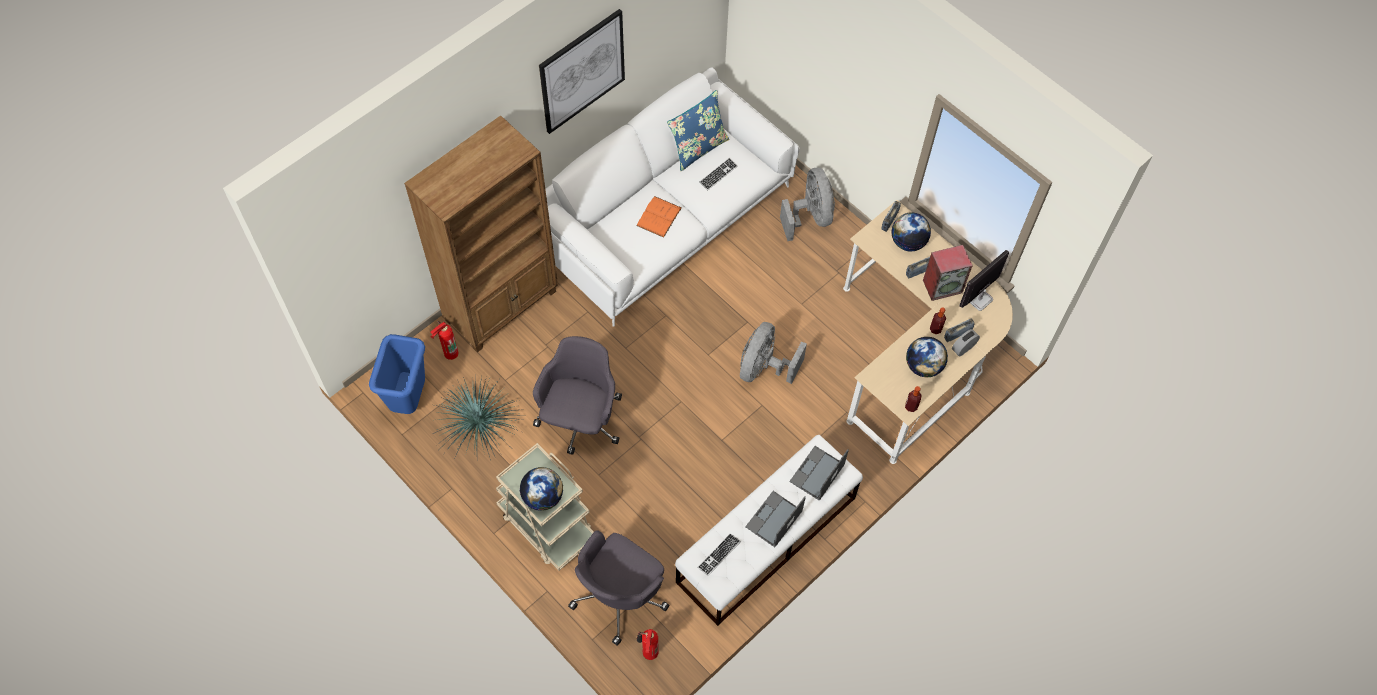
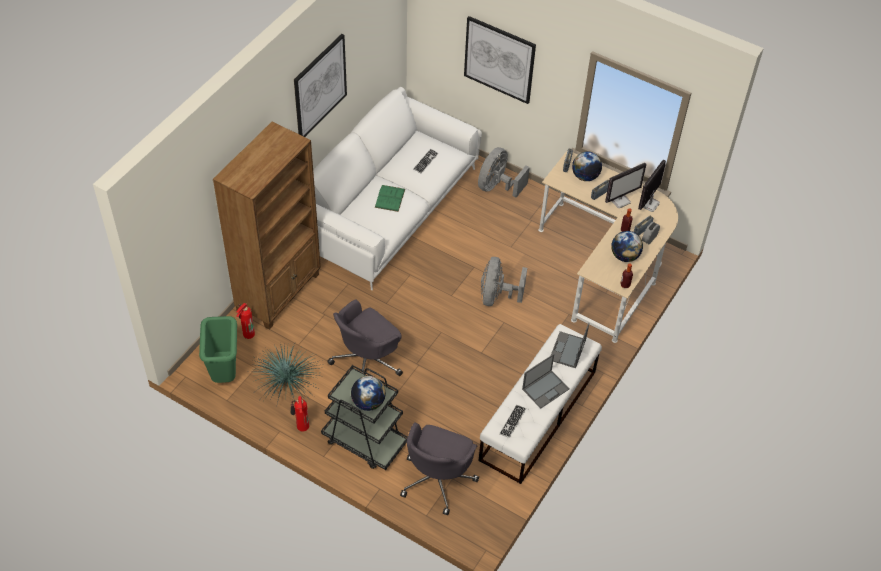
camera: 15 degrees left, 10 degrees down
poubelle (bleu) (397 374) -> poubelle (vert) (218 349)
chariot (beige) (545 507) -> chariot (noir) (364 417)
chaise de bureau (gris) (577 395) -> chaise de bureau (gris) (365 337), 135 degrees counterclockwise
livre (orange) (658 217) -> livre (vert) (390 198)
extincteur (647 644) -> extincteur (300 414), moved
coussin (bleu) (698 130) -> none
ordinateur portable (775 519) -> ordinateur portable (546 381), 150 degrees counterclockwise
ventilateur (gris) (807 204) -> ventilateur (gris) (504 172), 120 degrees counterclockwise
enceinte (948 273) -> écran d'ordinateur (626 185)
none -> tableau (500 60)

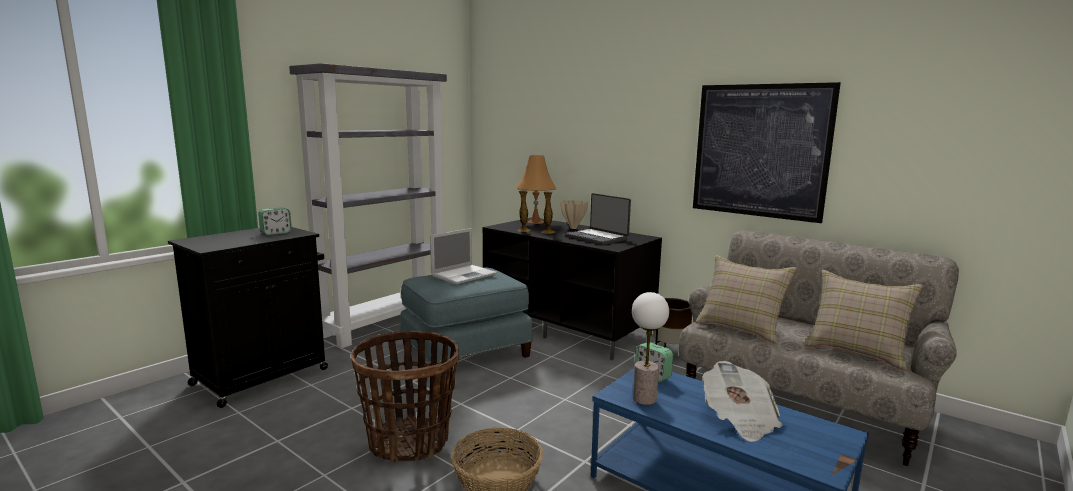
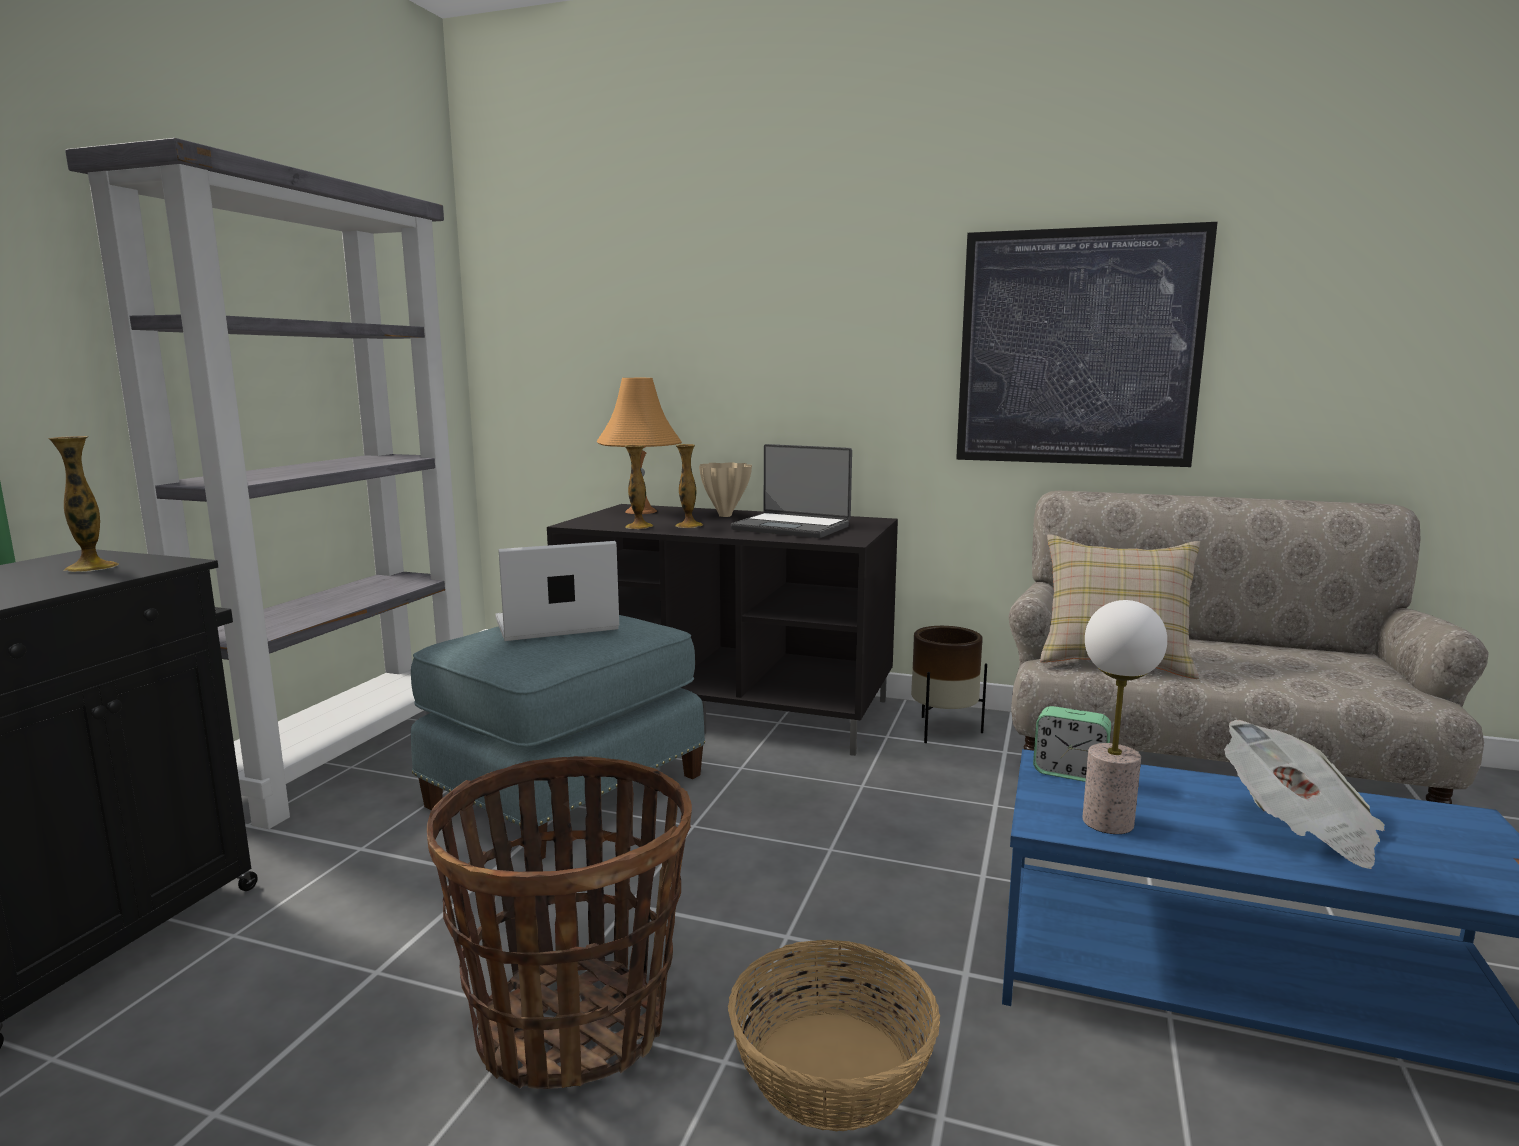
camera: 20 degrees left, 0 degrees up
réveil (275 221) -> vase (83 504)
ordinateur portable (463 256) -> ordinateur portable (557 591), 135 degrees counterclockwise
coussin (beige) (864 320) -> none

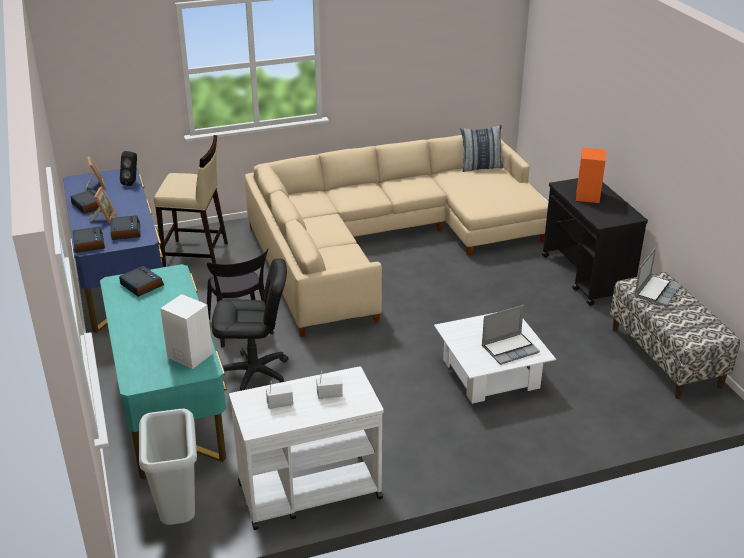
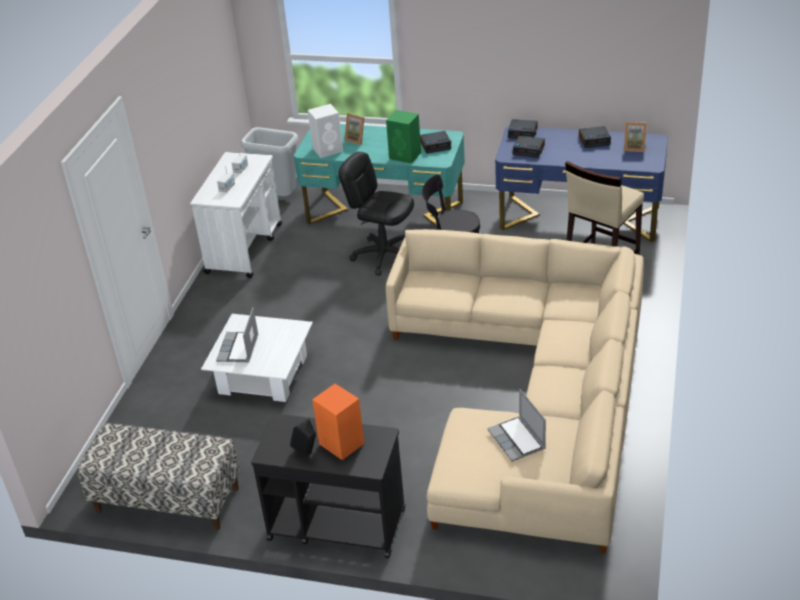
camera: 125 degrees right, 5 degrees up
cadre photo (103 204) -> cadre photo (354 129), moved
enceinte (noir) (128 168) -> enceinte (noir) (303 437), moved
chaise de bureau (noir) (250 324) -> chaise de bureau (noir) (376 213), 90 degrees clockwise
coussin (481 148) -> none
ordinateur portable (658 277) -> ordinateur portable (516 425), moved
none -> enceinte (vert) (403 137)

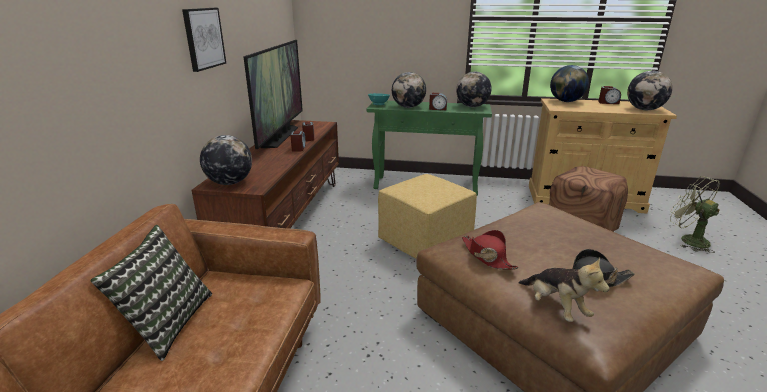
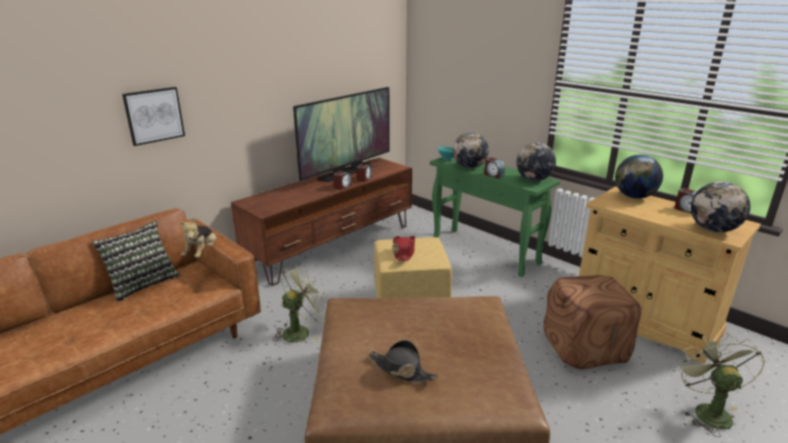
camera: 35 degrees right, 0 degrees up
tableau (204 40) -> tableau (153 116), moved
globe (226 160) -> none
chapeau (rouge) (490 250) -> chapeau (rouge) (404 248), moved
peluche (564 290) -> peluche (198 238), moved
none -> ventilateur (vert) (300 303)

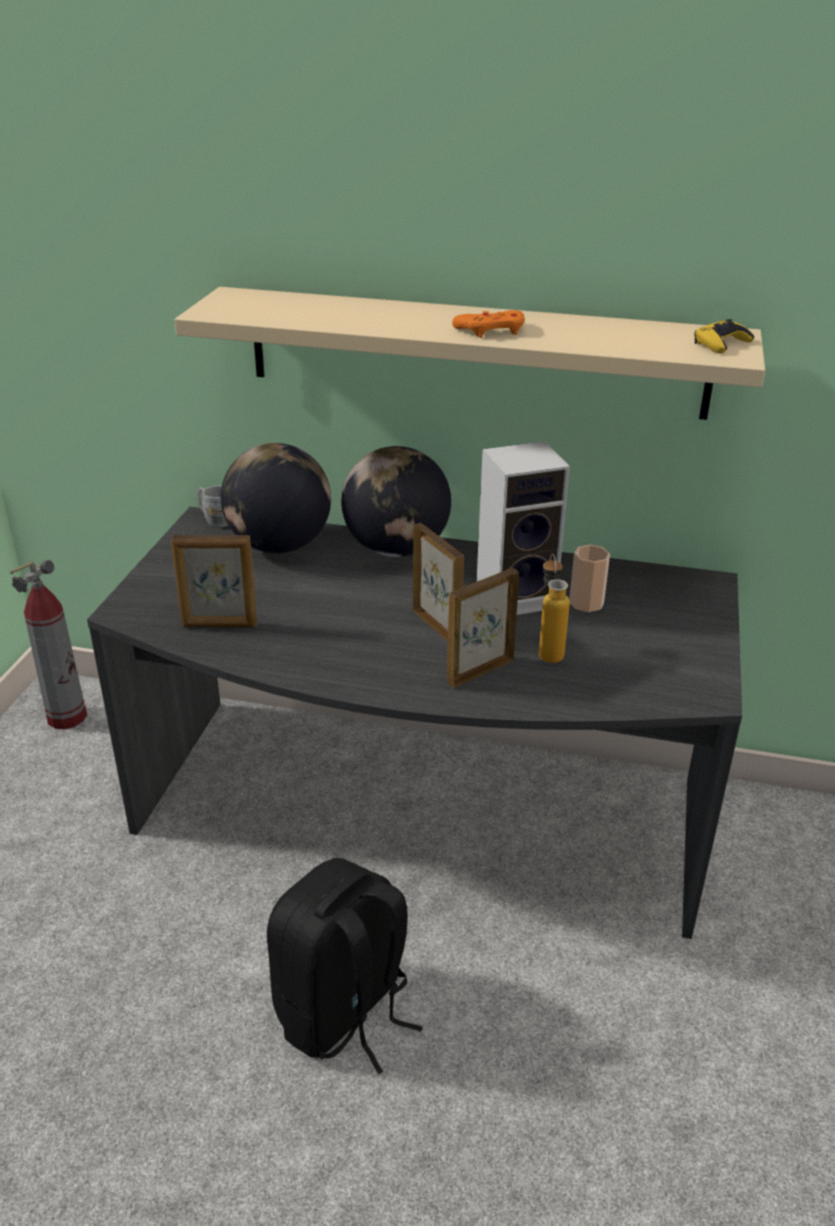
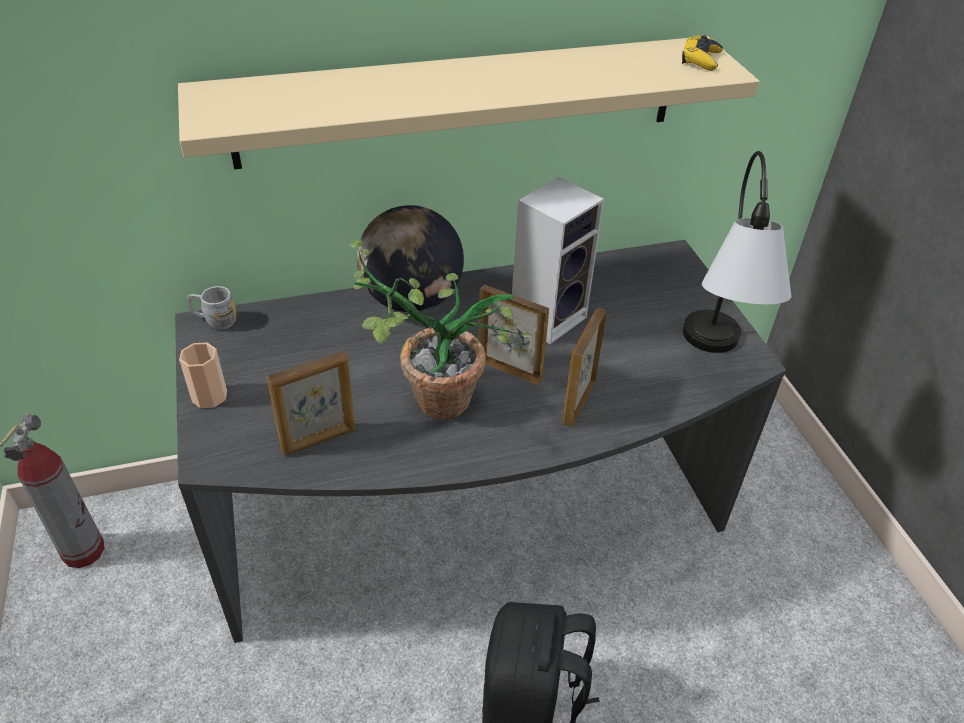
camera: 30 degrees left, 10 degrees up
globe (276 498) -> none
manette (orange) (488 324) -> none
bouteille (554 608) -> none
tasse (589 578) -> tasse (203 375), moved
none -> plante en pot (441 330)
none -> lampe de table (737 252)

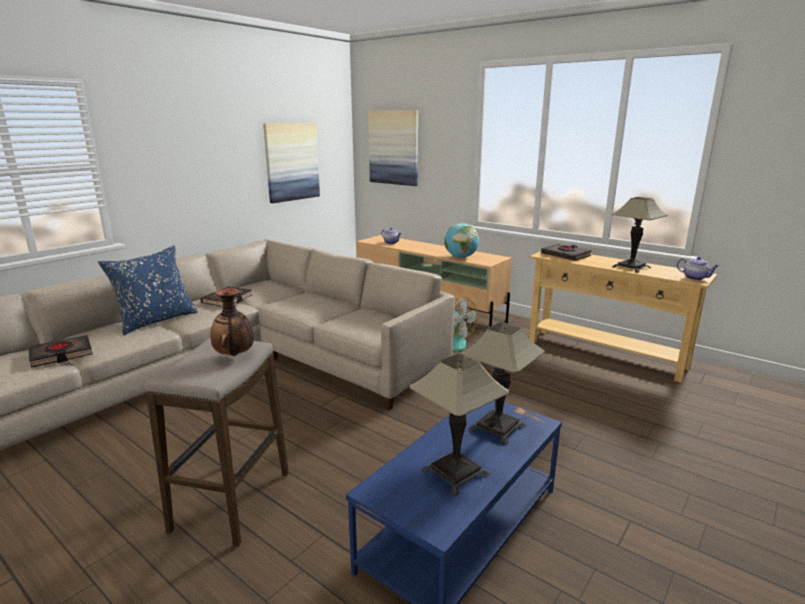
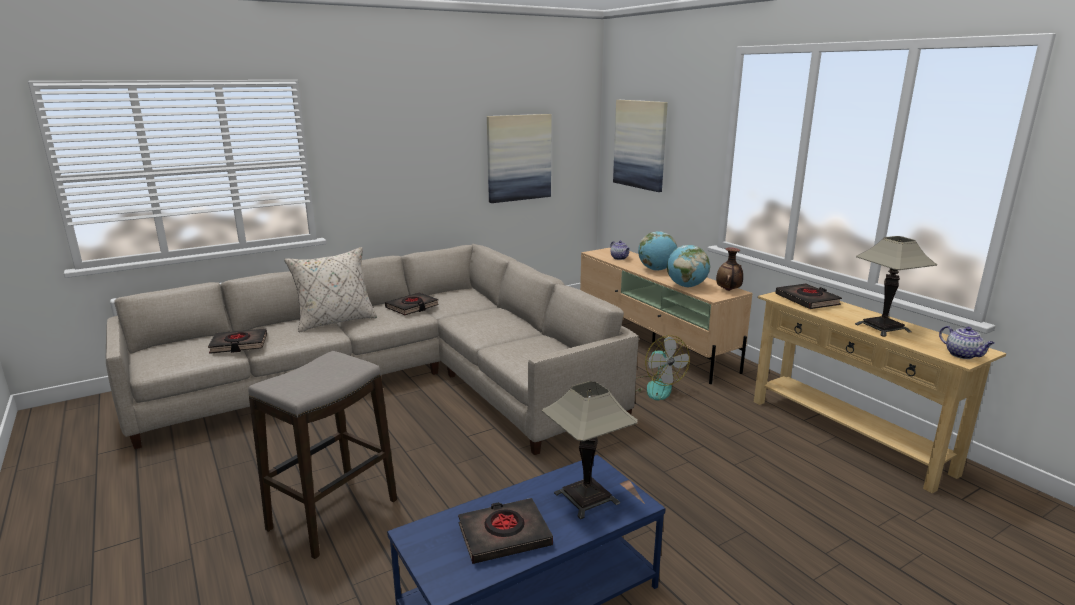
camera: 20 degrees right, 0 degrees up
coussin (bleu) (148 290) -> coussin (beige) (330 290)
vase (232 322) -> vase (729 269), moved
lampe de table (459 425) -> livre (noir) (505 531)
none -> globe (657 251)

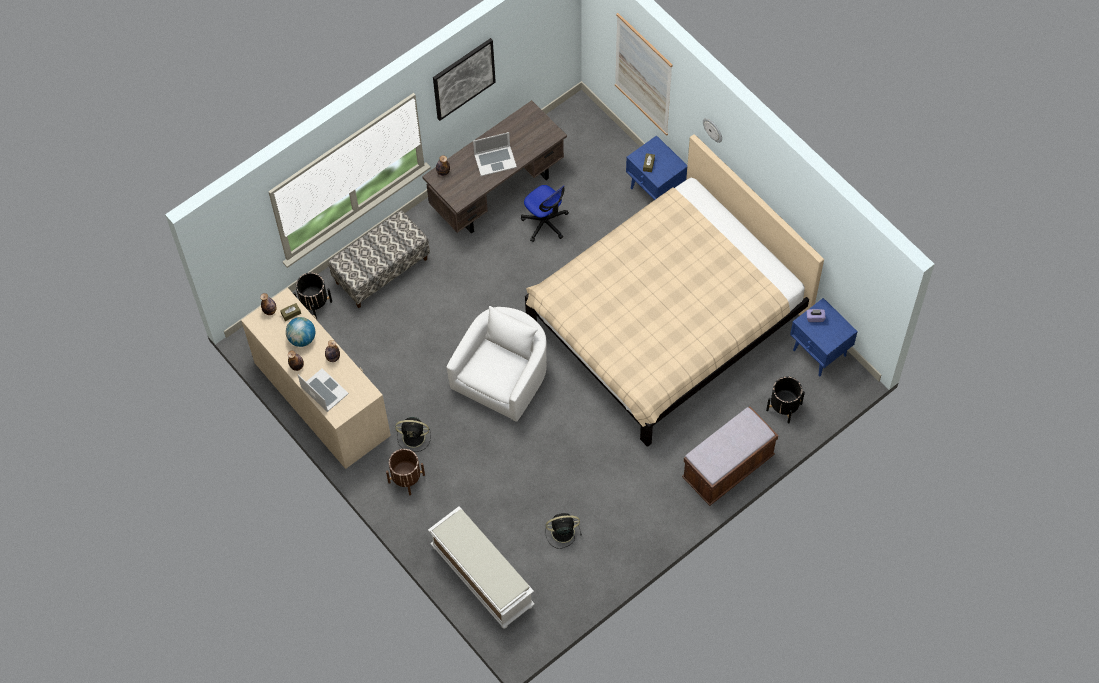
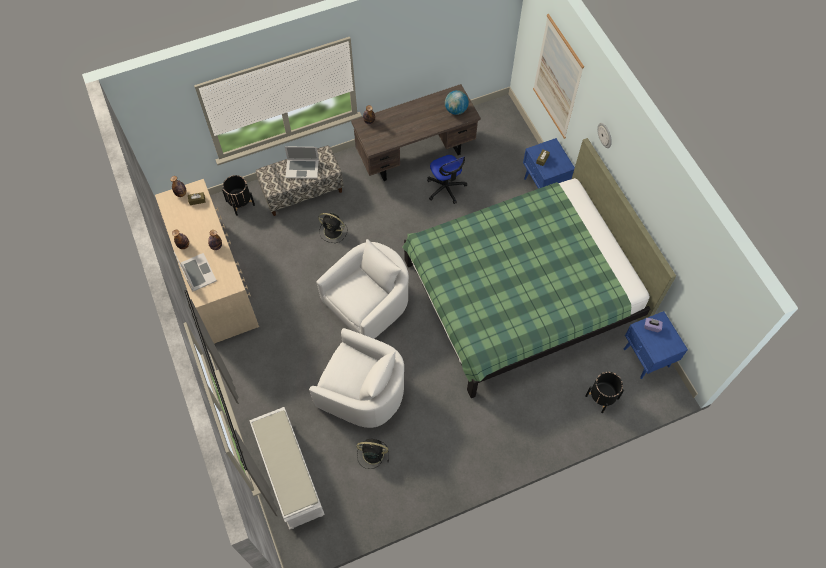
camera: 15 degrees right, 0 degrees up
globe (300 332) -> globe (457 102), moved
cache-pot (marron) (405 472) -> none
ventilateur (noir) (413 434) -> ventilateur (noir) (332 228), moved
tableau (464 79) -> none
ordinateur portable (495 154) -> ordinateur portable (302 162), moved
lit (beige) (674 290) -> lit (vert) (539 268)
banc (marron) (730 456) -> none
none -> fauteuil (blanc) (356 378)

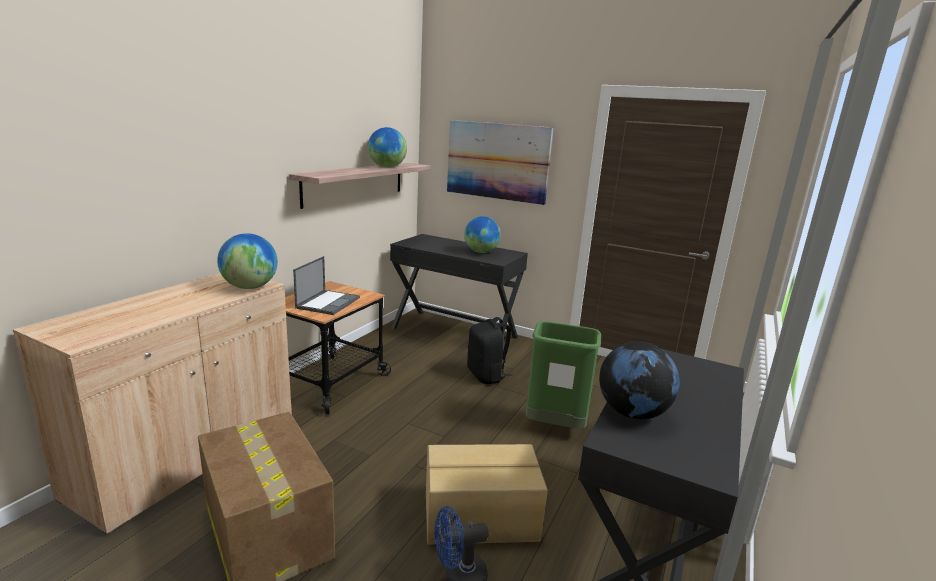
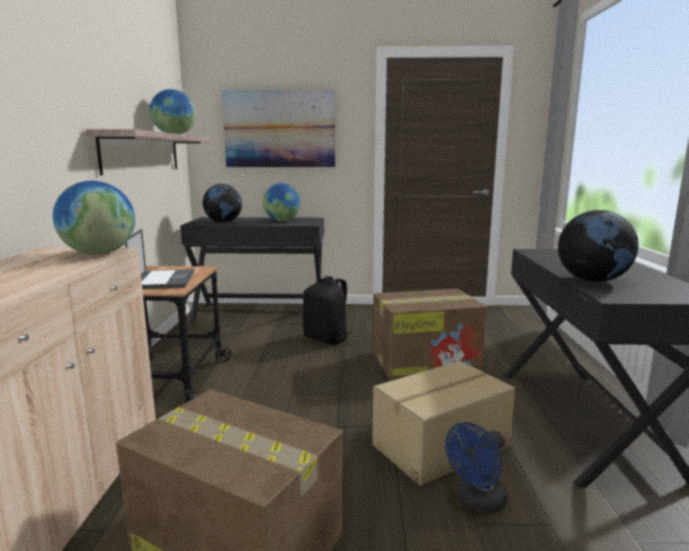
camera: 25 degrees left, 5 degrees down
poubelle (vert) (563 375) -> carton (429 334)
none -> globe (222 203)

